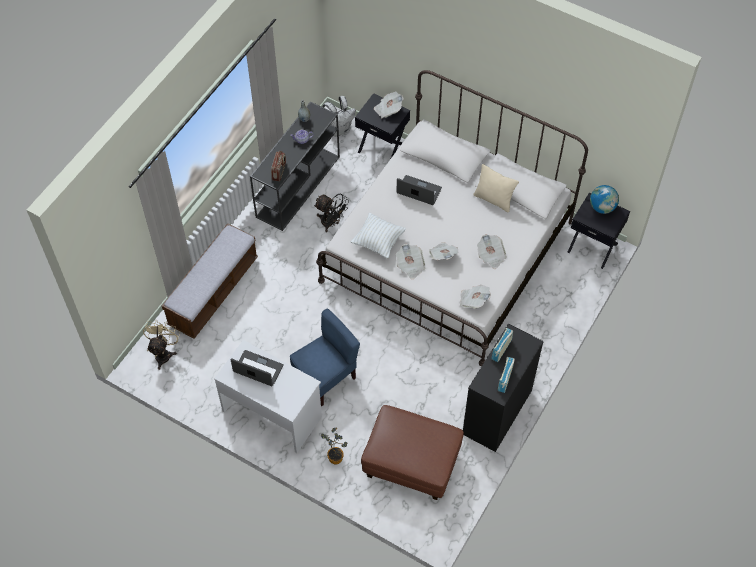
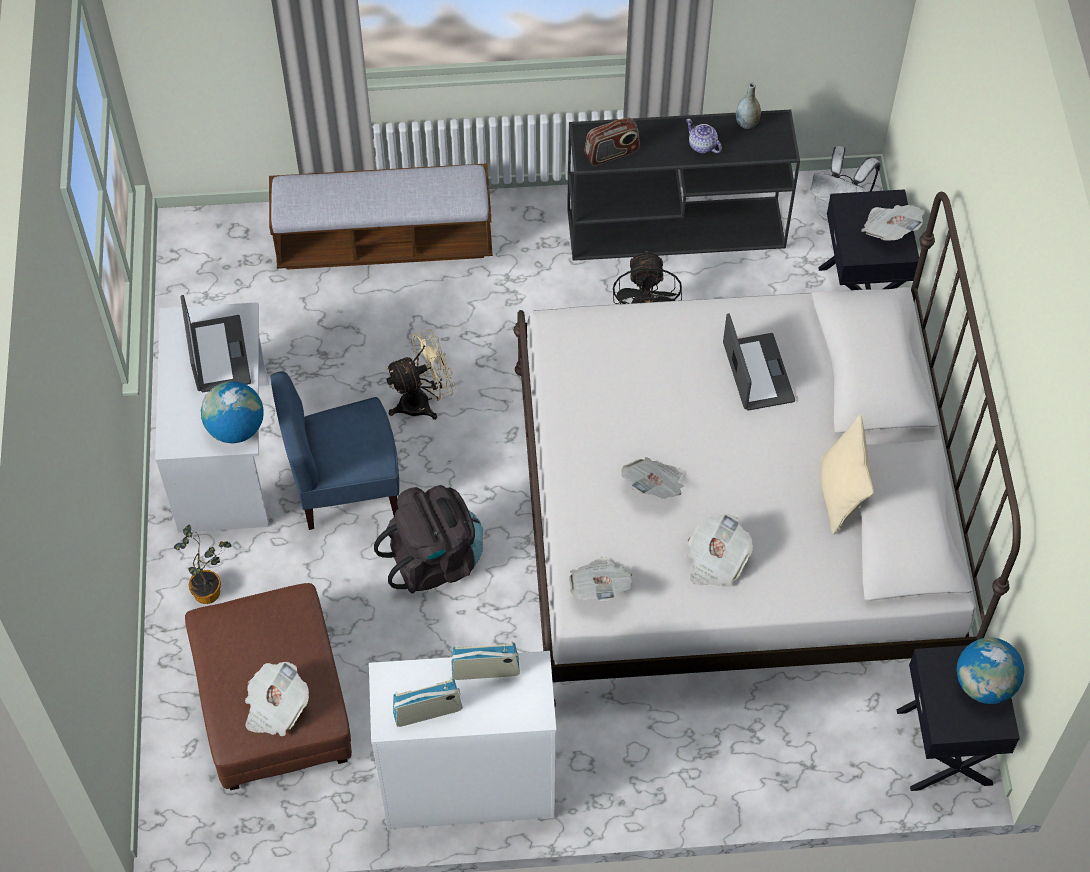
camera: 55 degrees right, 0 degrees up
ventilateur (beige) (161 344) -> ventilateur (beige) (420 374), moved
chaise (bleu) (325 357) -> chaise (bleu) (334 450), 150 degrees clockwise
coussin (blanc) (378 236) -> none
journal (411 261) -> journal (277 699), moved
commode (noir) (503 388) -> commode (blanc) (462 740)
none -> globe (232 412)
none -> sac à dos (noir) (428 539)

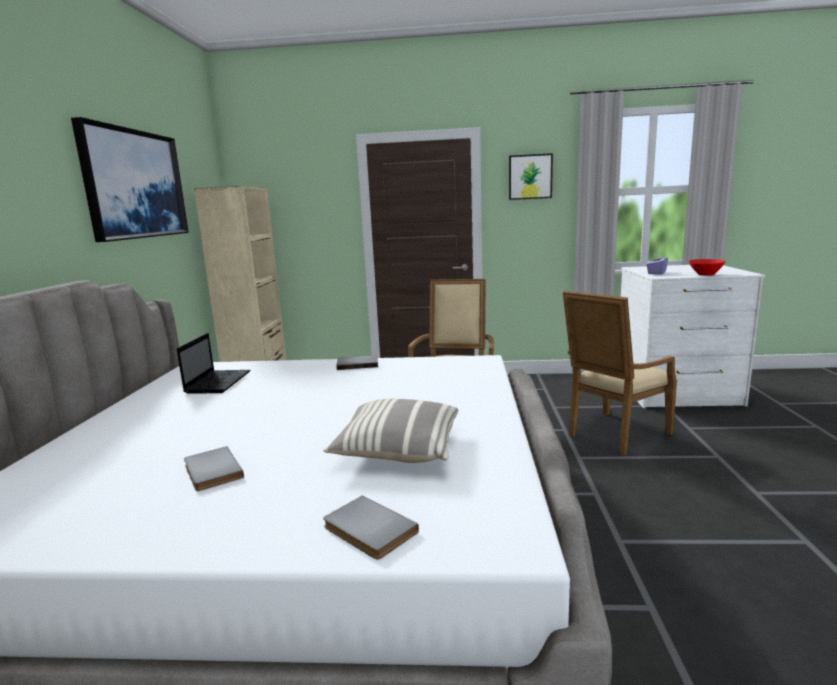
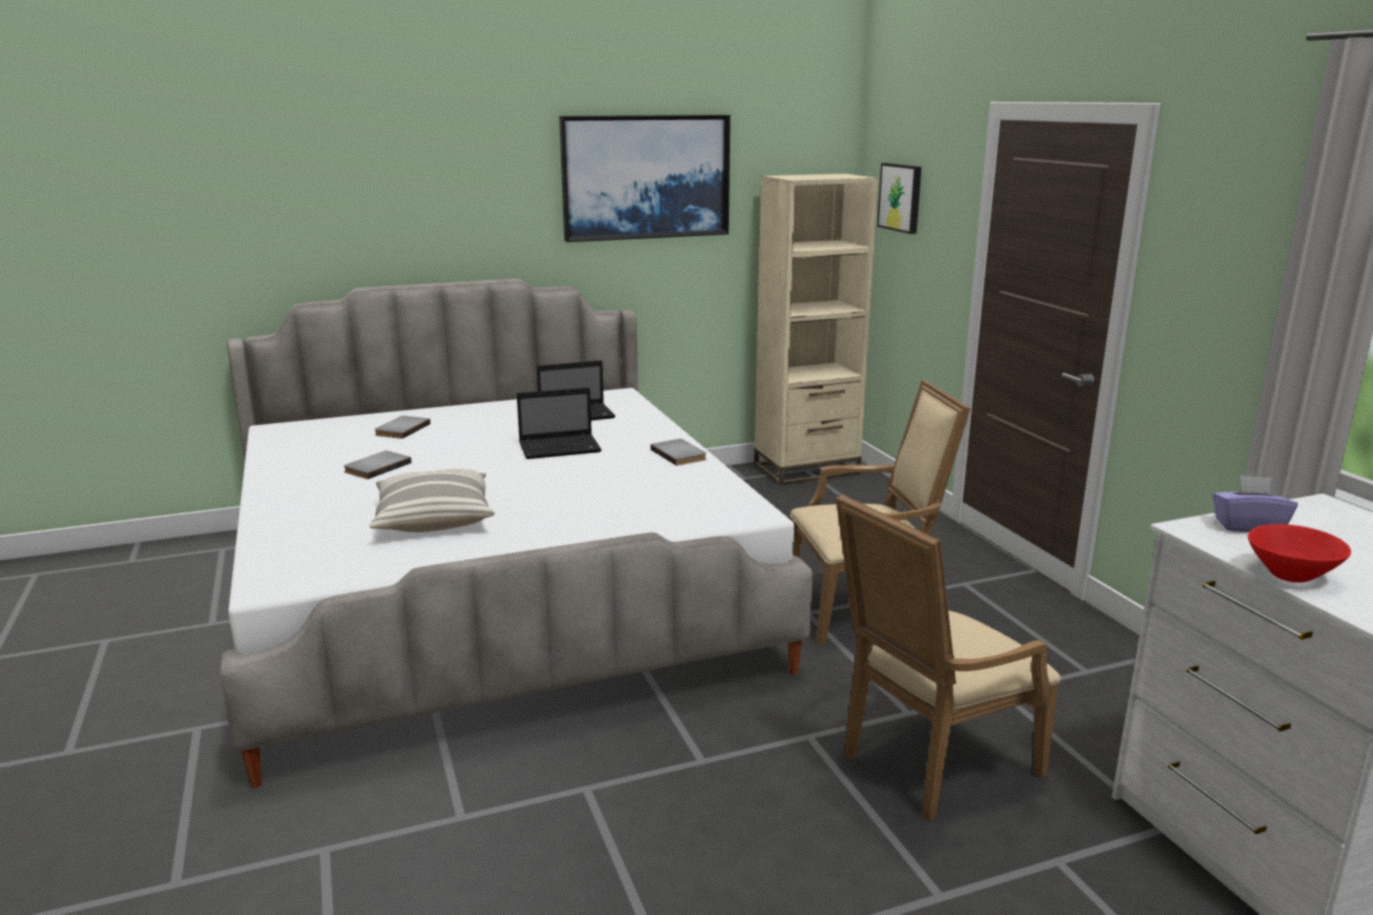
camera: 65 degrees right, 5 degrees up
livre (gris) (371 528) -> livre (gris) (402 427), moved
tableau (531 176) -> tableau (899 198), moved
fauteuil (beige) (620 373) -> fauteuil (beige) (948 657), 60 degrees counterclockwise
none -> ordinateur portable (559 423)

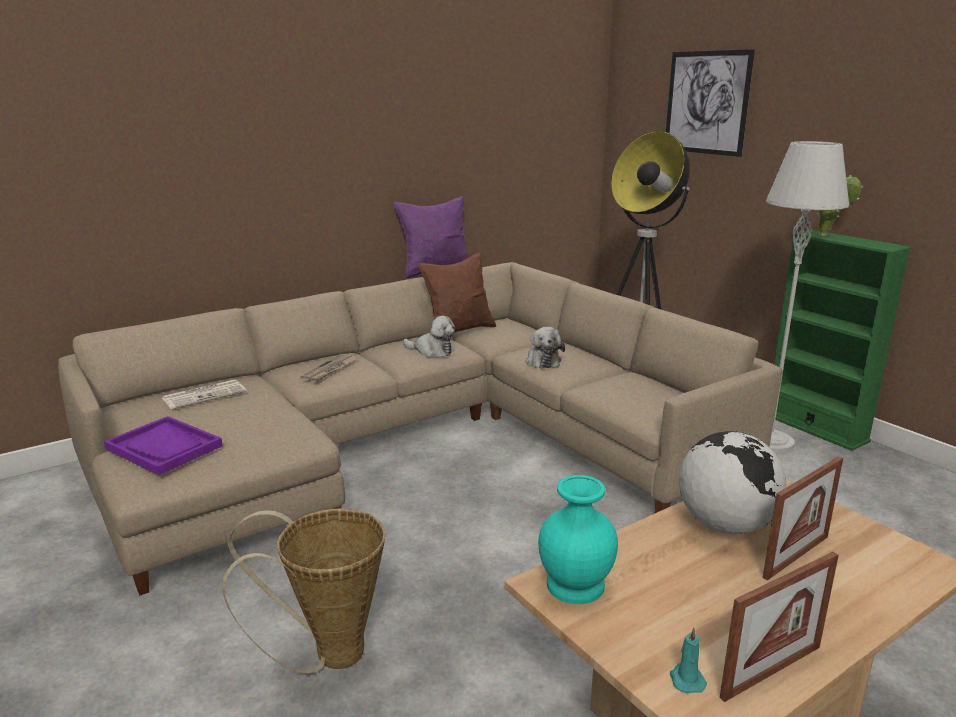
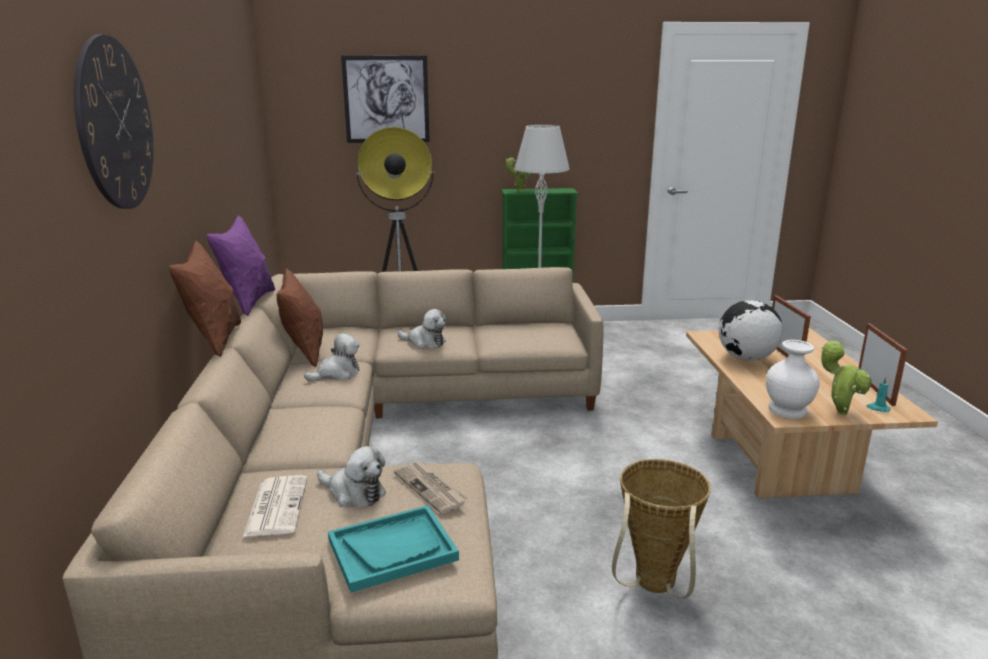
camera: 60 degrees left, 0 degrees up
plateau (violet) (163 445) -> plateau (turquoise) (393 549)
journal (329 368) -> journal (431 488), moved
vase (turquoise) (578 539) -> vase (blanc) (793 379)
none -> horloge murale (114 121)
none -> coussin (marron) (205 299)
none -> peluche (351 476)
none -> plante en pot (846 377)

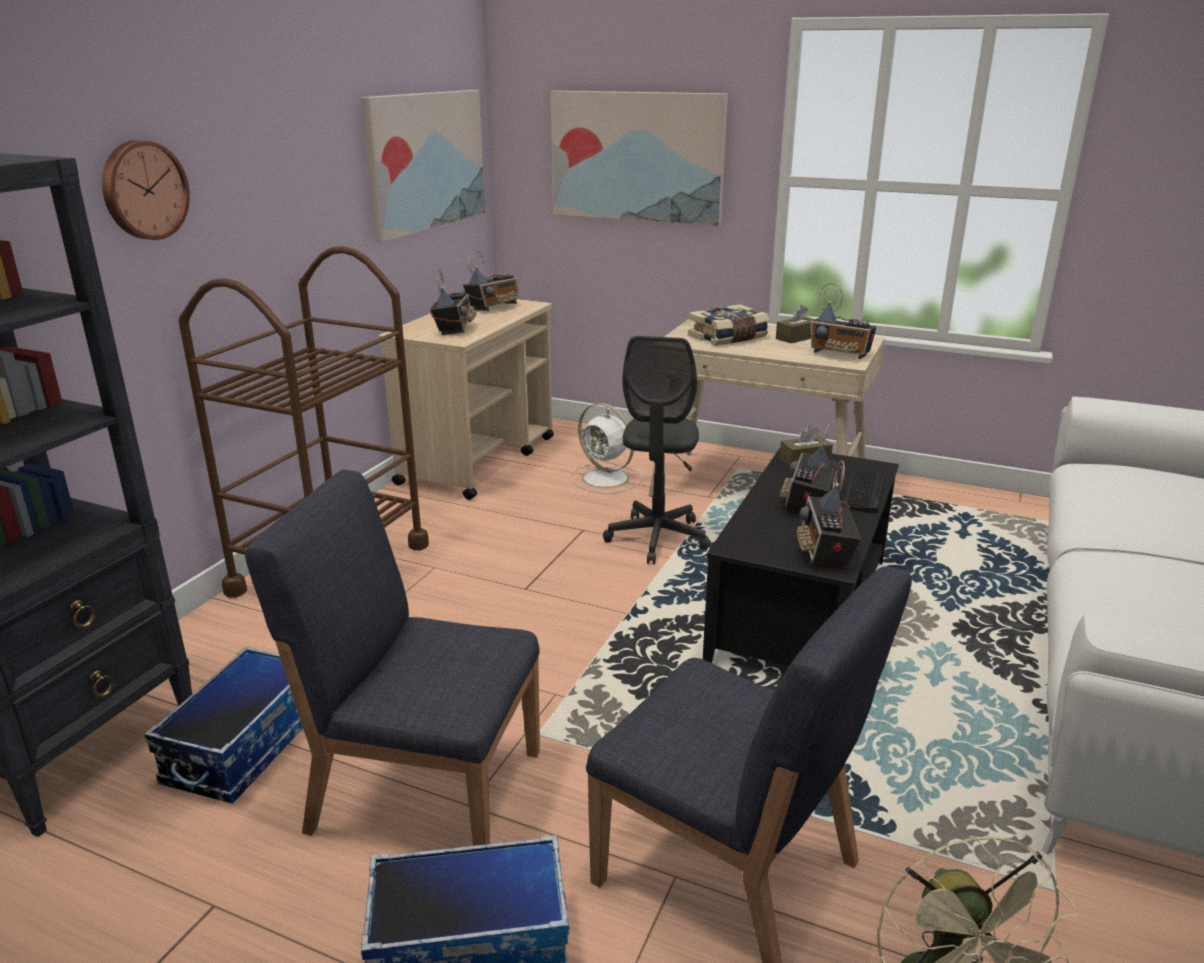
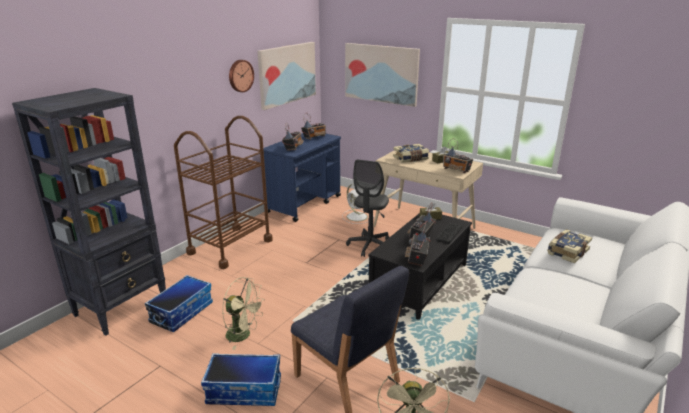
camera: 10 degrees right, 0 degrees up
horloge murale (146 190) -> horloge murale (241 76), moved
chaise (bleu) (392 658) -> ventilateur (beige) (243 313)
chariot (beige) (466 399) -> chariot (bleu) (302 177)
none -> livre (569 246)

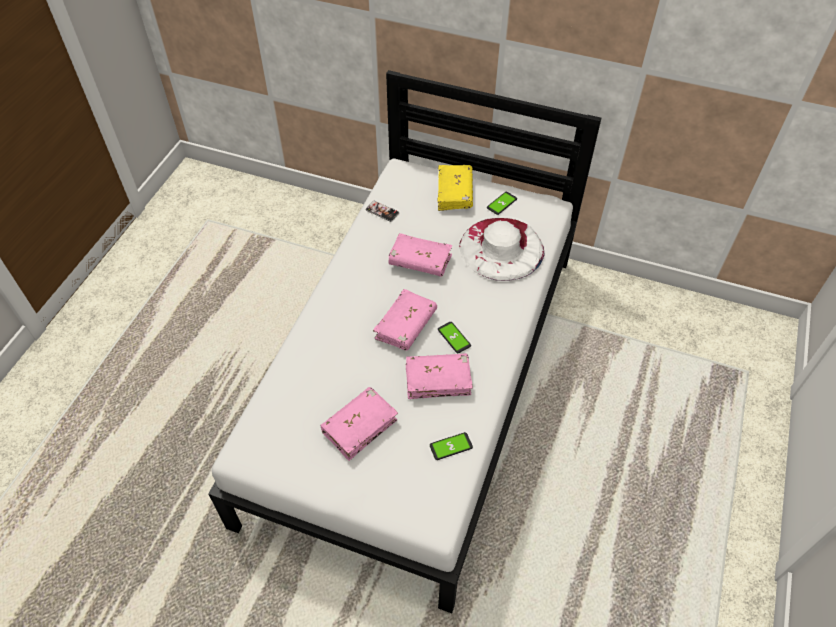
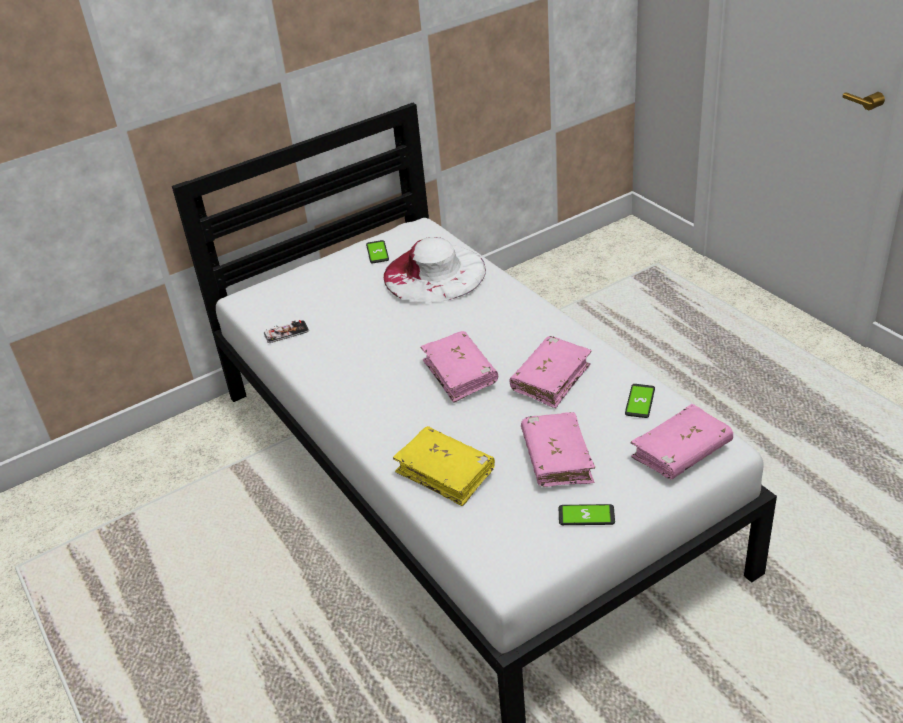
camera: 50 degrees left, 15 degrees down
livre (rose) (420 255) -> livre (rose) (681 441), moved
livre (jaune) (455 188) -> livre (jaune) (444 466), moved
téléphone (454 337) -> téléphone (587 514), moved

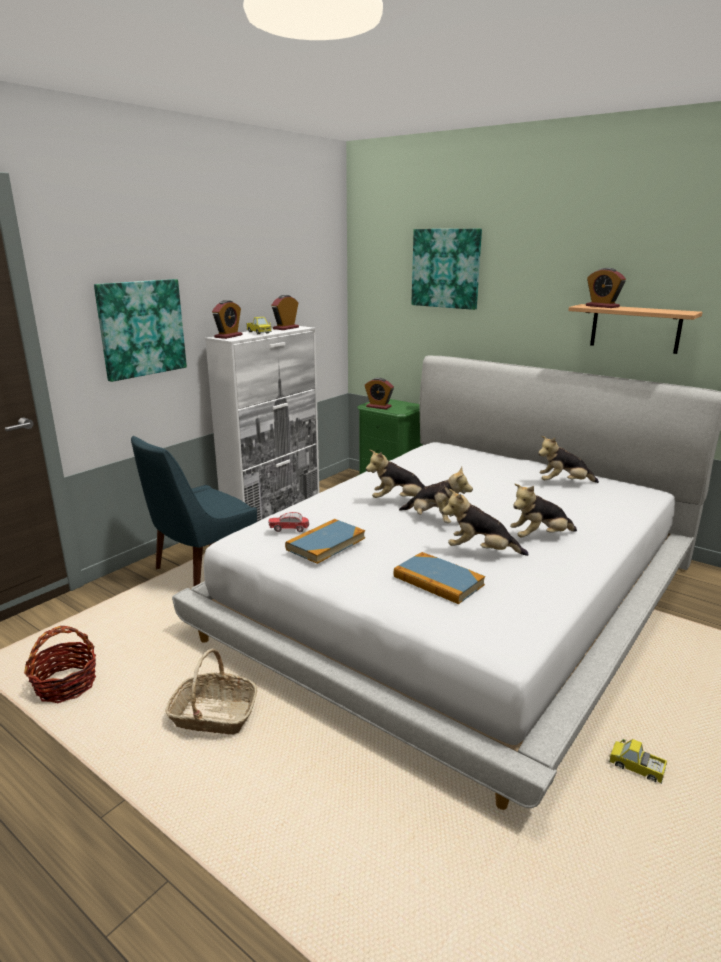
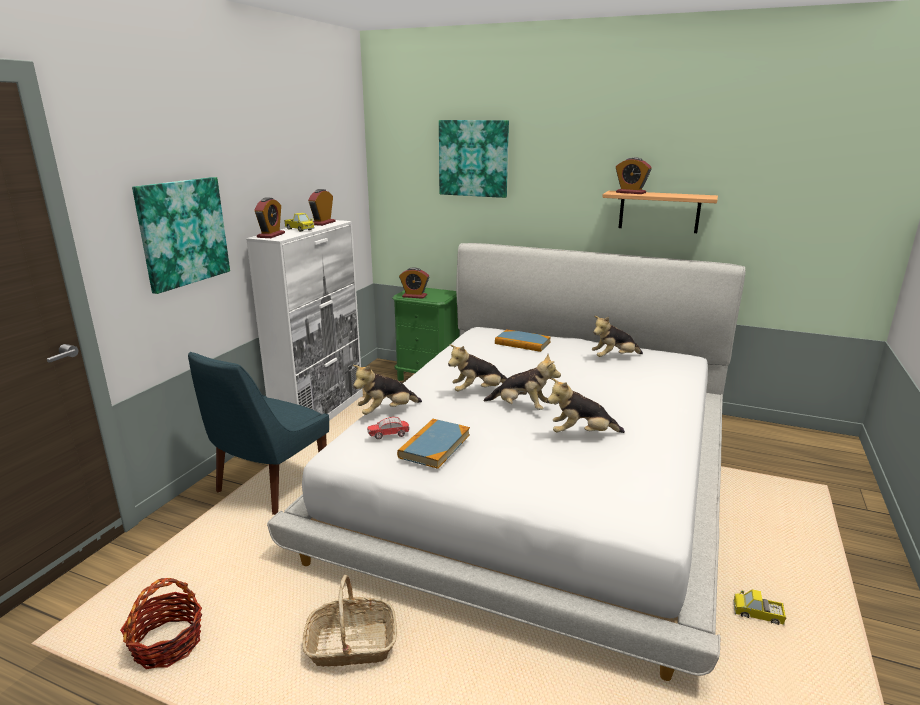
camera: 15 degrees left, 0 degrees up
livre (439 578) -> livre (523 340), moved
peluche (543 511) -> peluche (387 390), moved

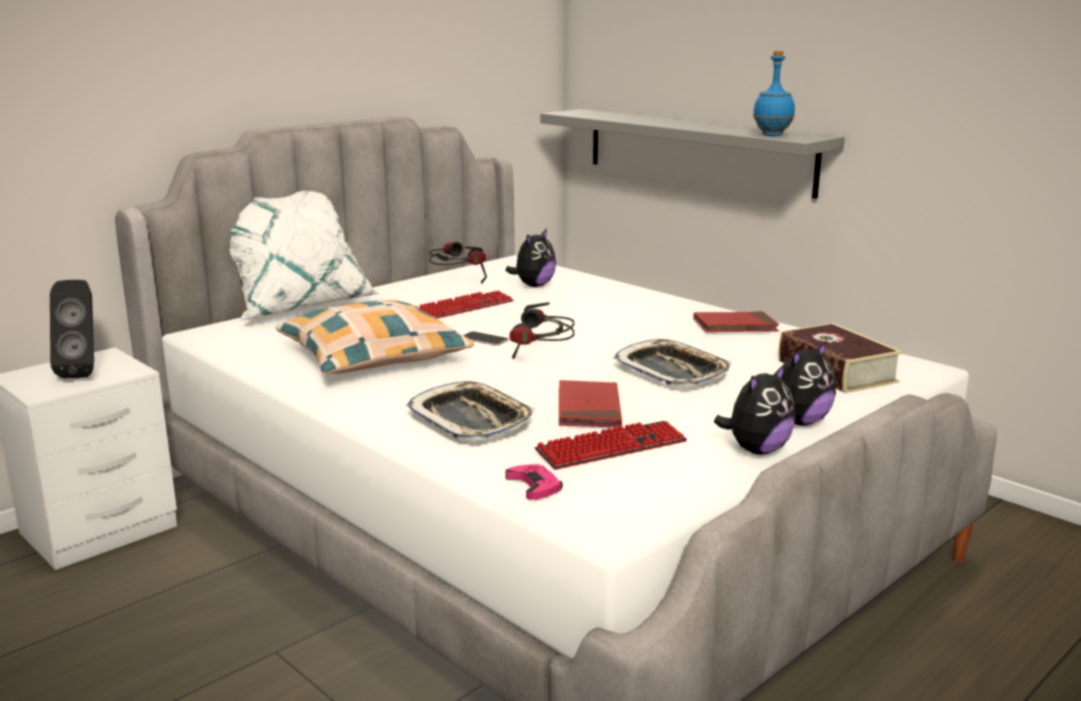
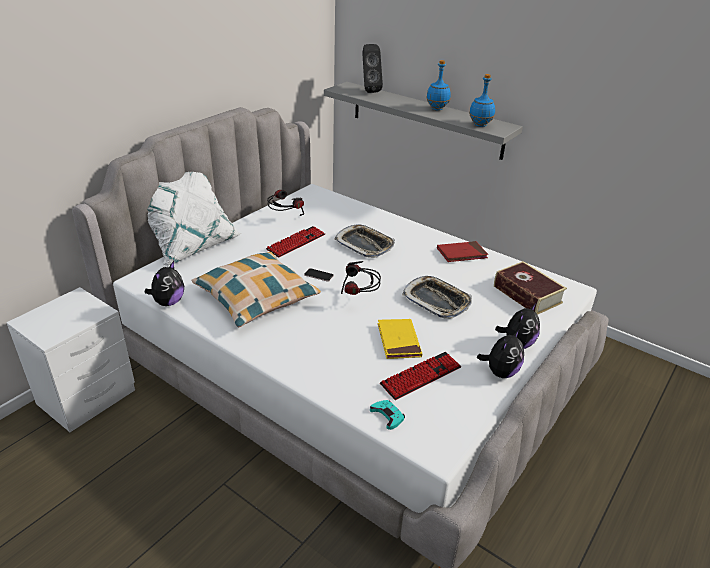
camera: 10 degrees left, 15 degrees up
enceinte (noir) (72 329) -> enceinte (noir) (372 68), moved
plateau (471 411) -> plateau (364 241), moved
peluche (530 257) -> peluche (164 283), moved
manette (rose) (534 482) -> manette (turquoise) (387 415)
livre (rouge) (590 404) -> livre (jaune) (400 339)
none -> bouteille (bleu) (438 85)

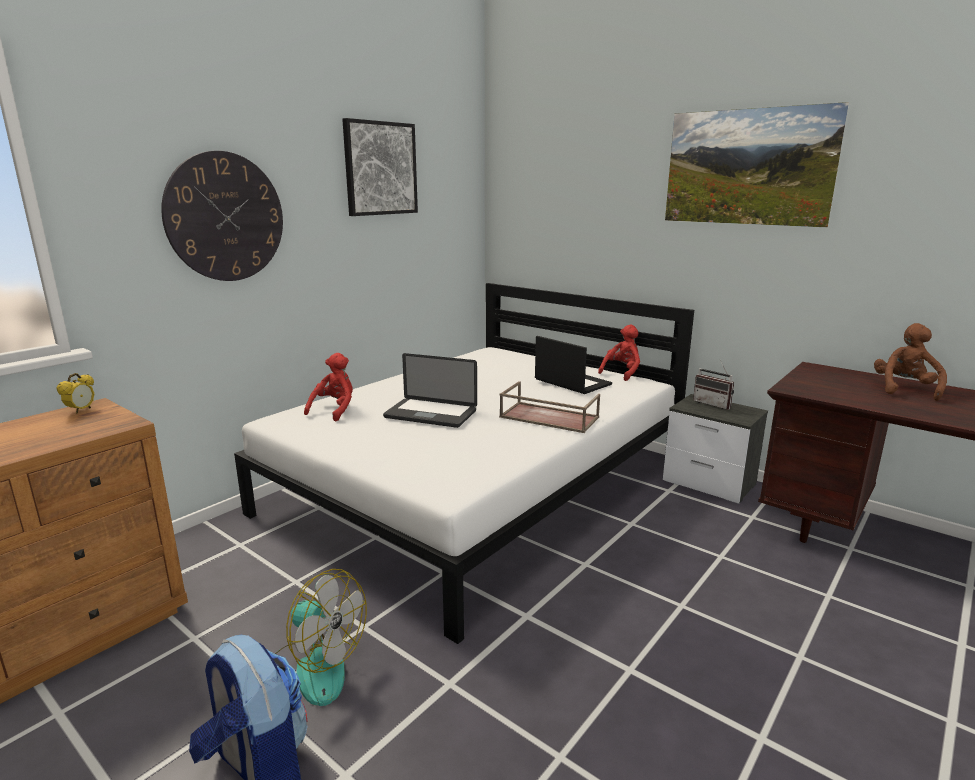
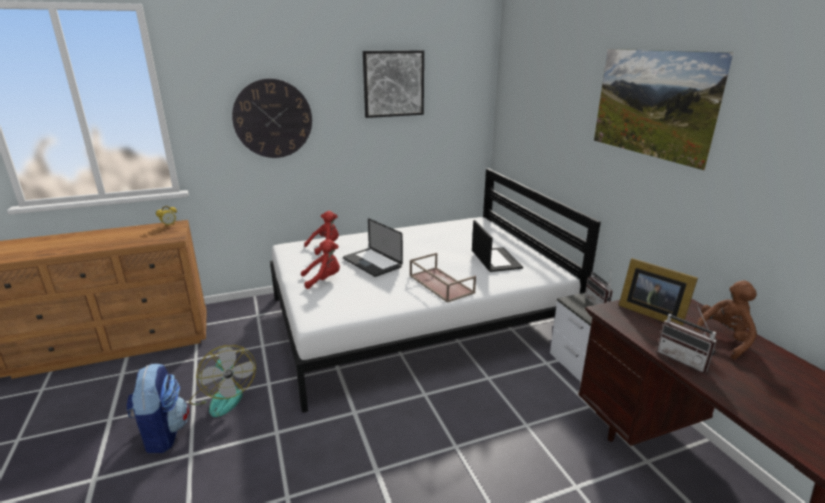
camera: 30 degrees right, 5 degrees up
peluche (rouge) (619 352) -> peluche (rouge) (320 264), moved
none -> cadre photo (658 291)
none -> radio (687 339)

